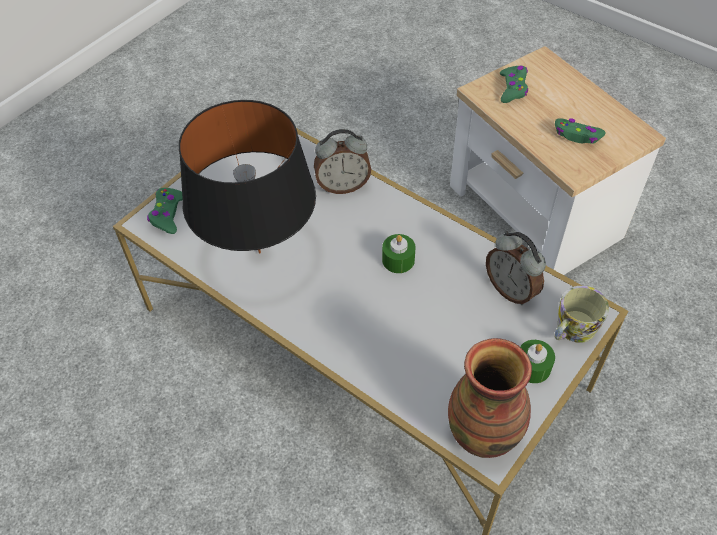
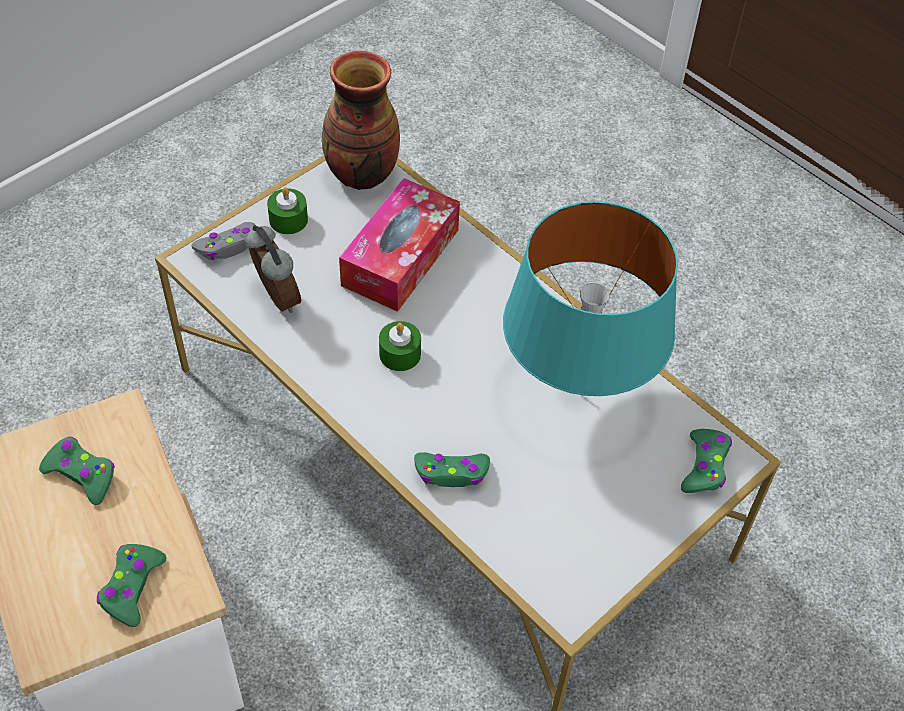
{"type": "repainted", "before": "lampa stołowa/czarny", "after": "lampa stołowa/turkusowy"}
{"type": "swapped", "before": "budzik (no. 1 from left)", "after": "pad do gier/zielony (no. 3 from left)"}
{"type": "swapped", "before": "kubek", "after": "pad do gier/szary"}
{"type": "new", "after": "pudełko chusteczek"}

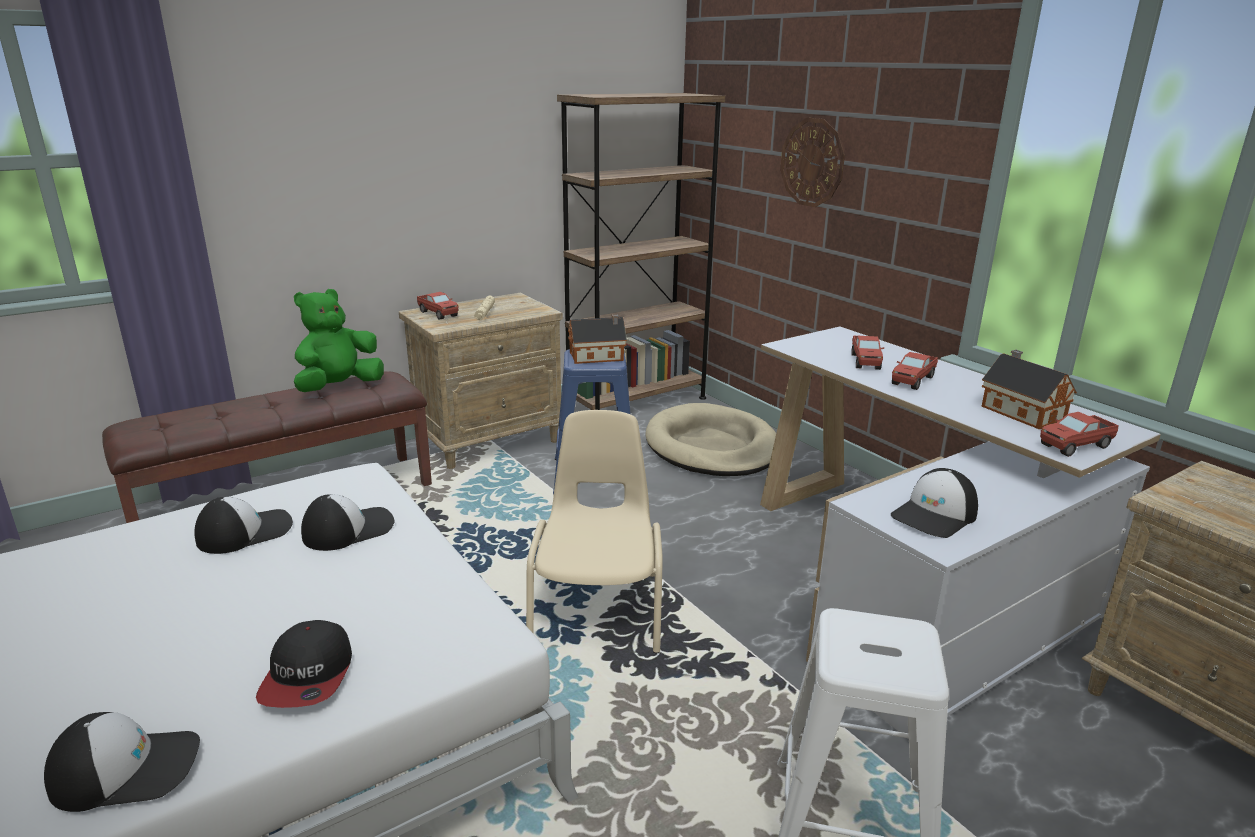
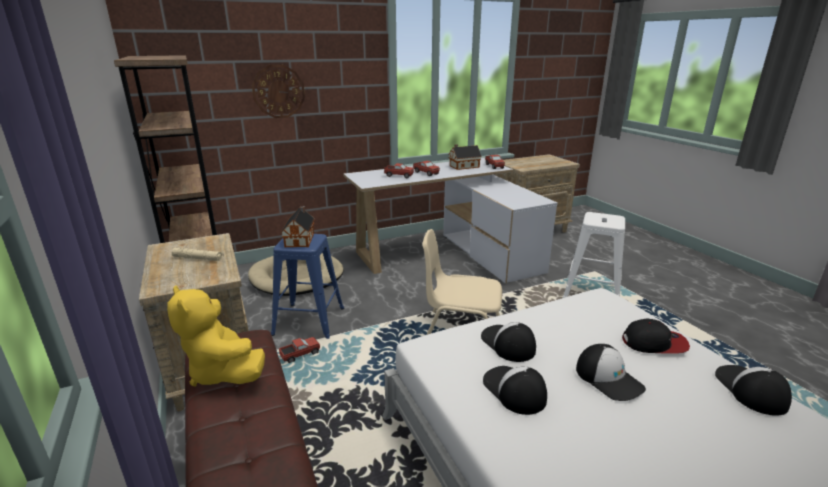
{"type": "repainted", "before": "pluszak/zielony", "after": "pluszak/żółty"}
{"type": "shifted", "before": "ciężarówka zabawkowa (no. 1 from left)"}
{"type": "shifted", "before": "czapka z daszkiem (no. 5 from left in the first image)", "after": "czapka z daszkiem (no. 3 from left)"}

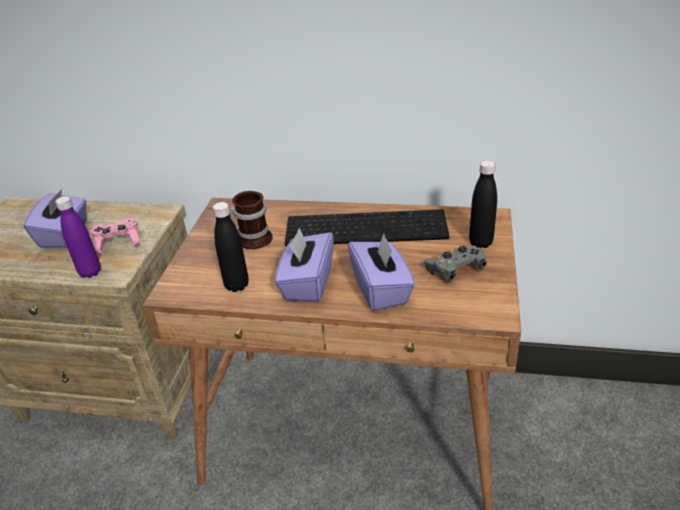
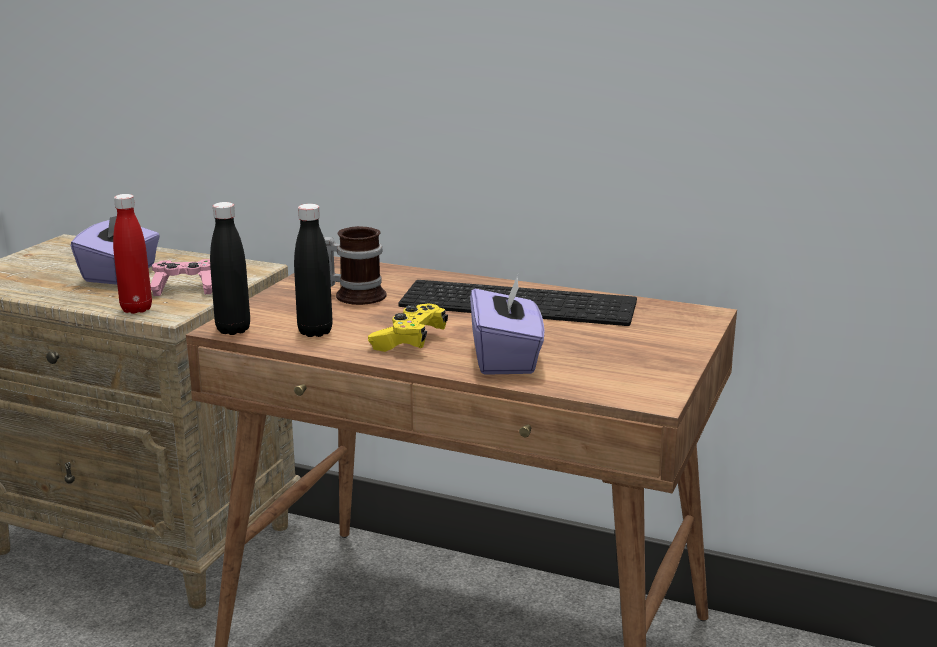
{"type": "shifted", "before": "butelka/czarny (no. 2 from left in the first image)", "after": "butelka/czarny (no. 1 from left)"}
{"type": "repainted", "before": "butelka/fioletowy", "after": "butelka/czerwony"}
{"type": "swapped", "before": "pudełko chusteczek/fioletowy (no. 2 from left)", "after": "pad do gier/żółty"}
{"type": "gone", "before": "pad do gier/szary"}

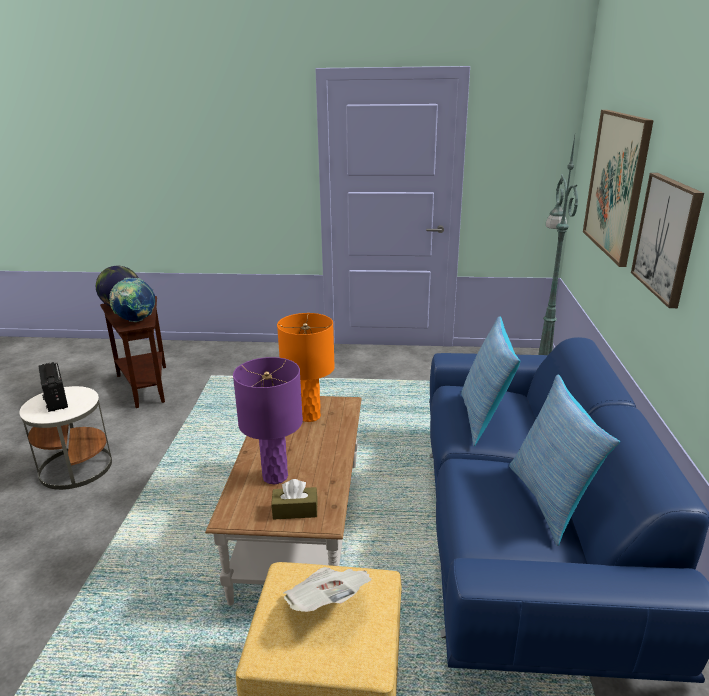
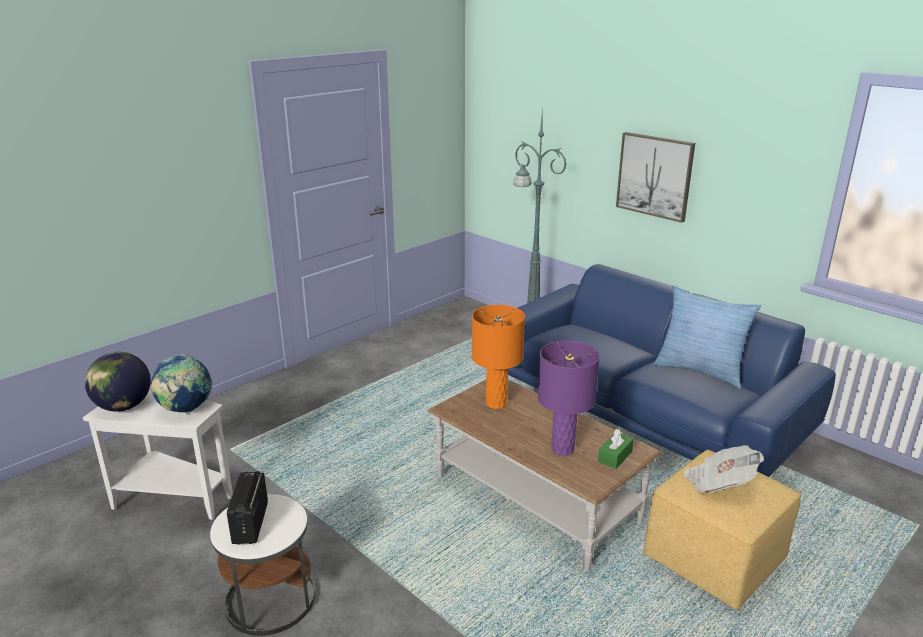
{"type": "gone", "before": "obraz (no. 1 from left)"}
{"type": "repainted", "before": "stolik/brązowy", "after": "stolik/biały (no. 1 from left)"}
{"type": "gone", "before": "poduszka (no. 1 from left)"}
{"type": "rotated", "before": "radio", "turn": 75}
{"type": "repainted", "before": "pudełko chusteczek/brązowy", "after": "pudełko chusteczek/zielony"}

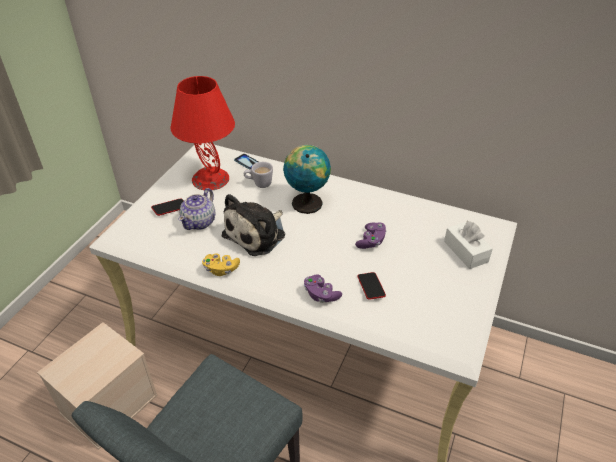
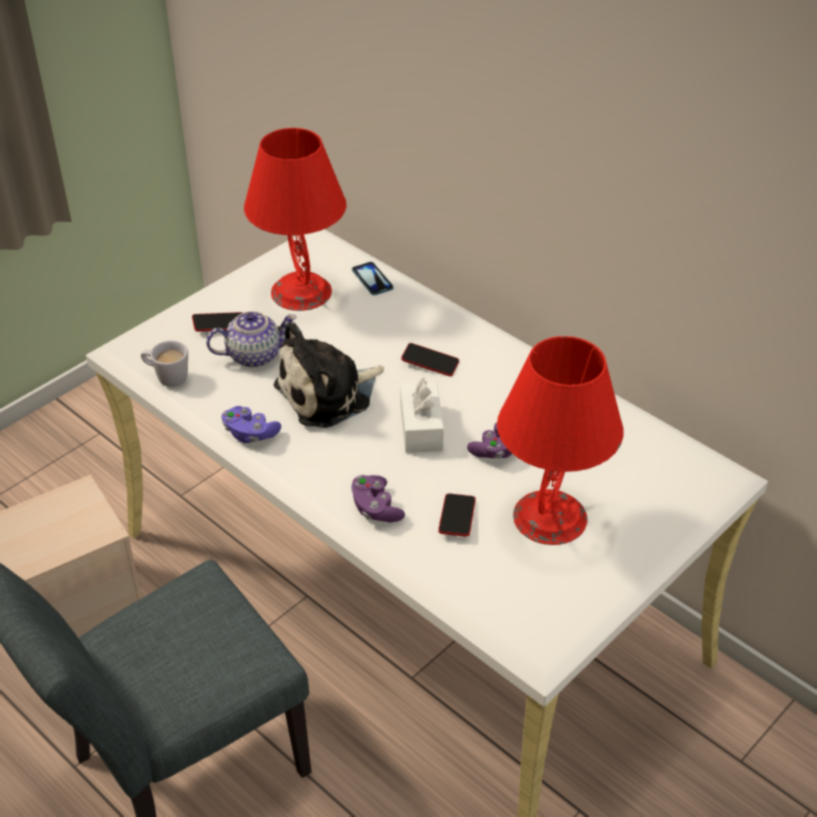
{"type": "swapped", "before": "globus", "after": "telefon (no. 3 from left)"}
{"type": "shifted", "before": "kubek/biały"}
{"type": "rotated", "before": "imbryk", "turn": -150}
{"type": "shifted", "before": "pudełko chusteczek/biały"}
{"type": "repainted", "before": "pad do gier/żółty", "after": "pad do gier/fioletowy (no. 1 from left)"}
{"type": "new", "after": "lampa stołowa/czerwony (no. 2 from left)"}

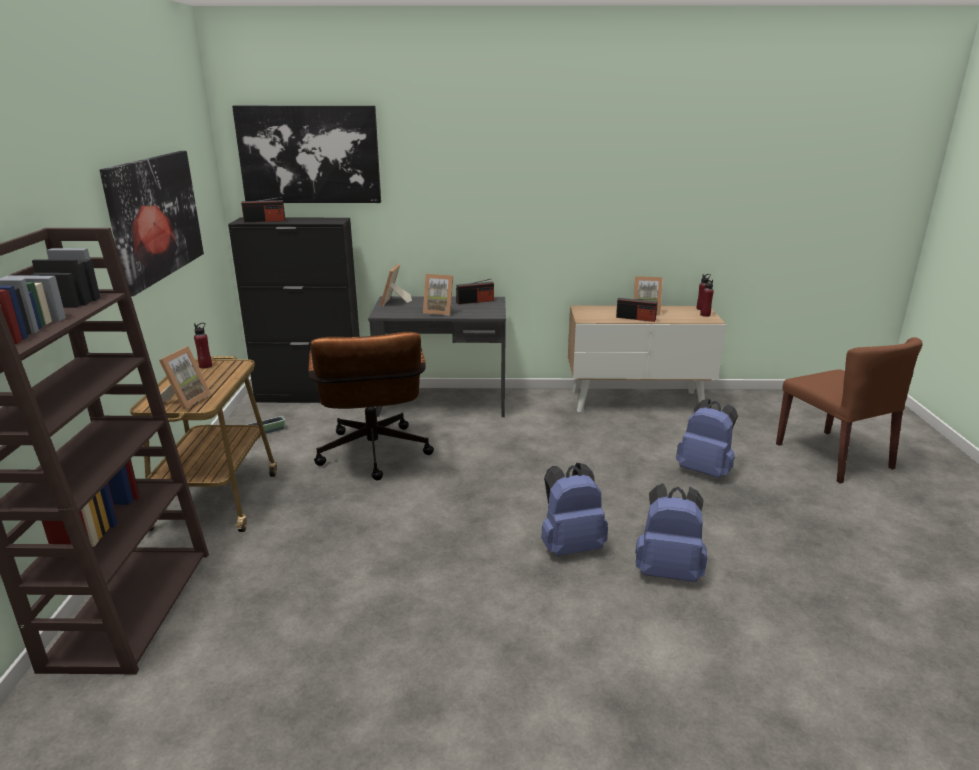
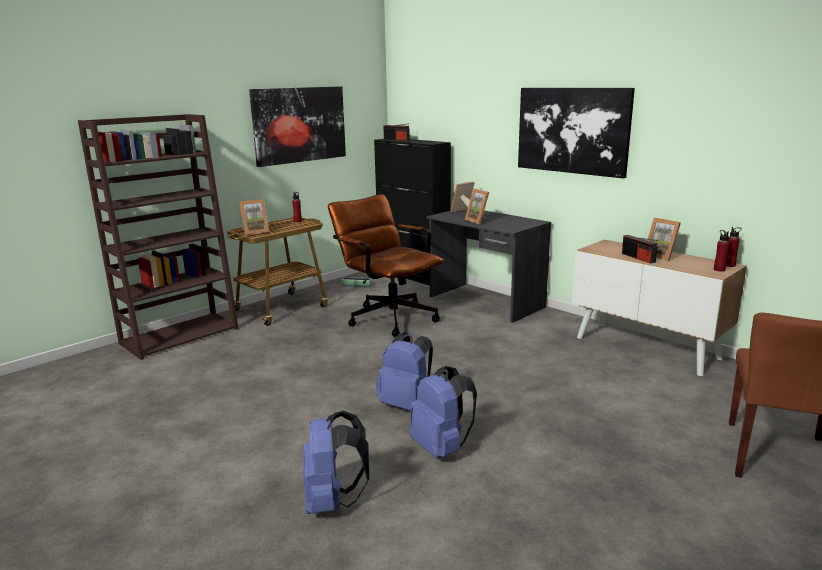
{"type": "shifted", "before": "obraz (no. 2 from left)"}
{"type": "gone", "before": "radio (no. 2 from left)"}
{"type": "rotated", "before": "krzesło biurowe/brązowy", "turn": 105}
{"type": "shifted", "before": "plecak/niebieski (no. 3 from left in the first image)", "after": "plecak/niebieski (no. 1 from left)"}

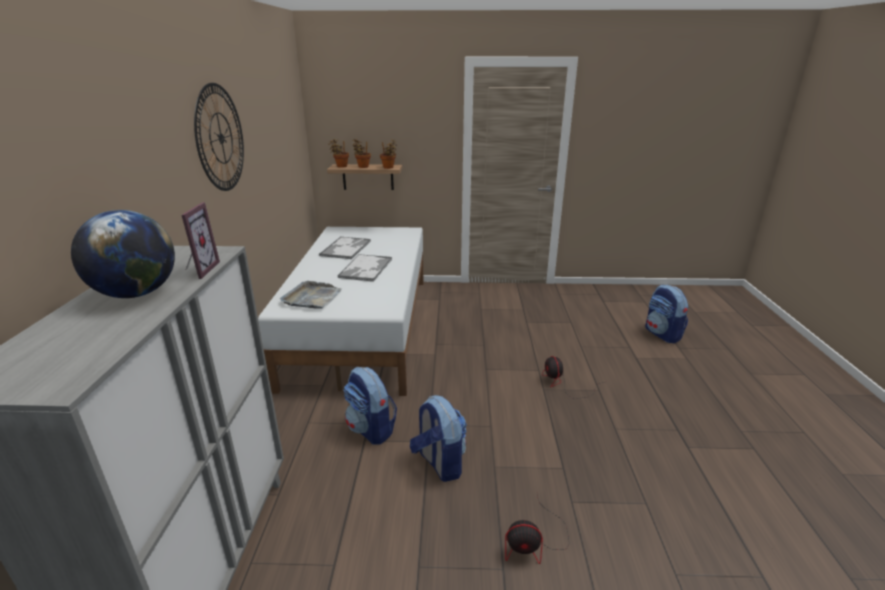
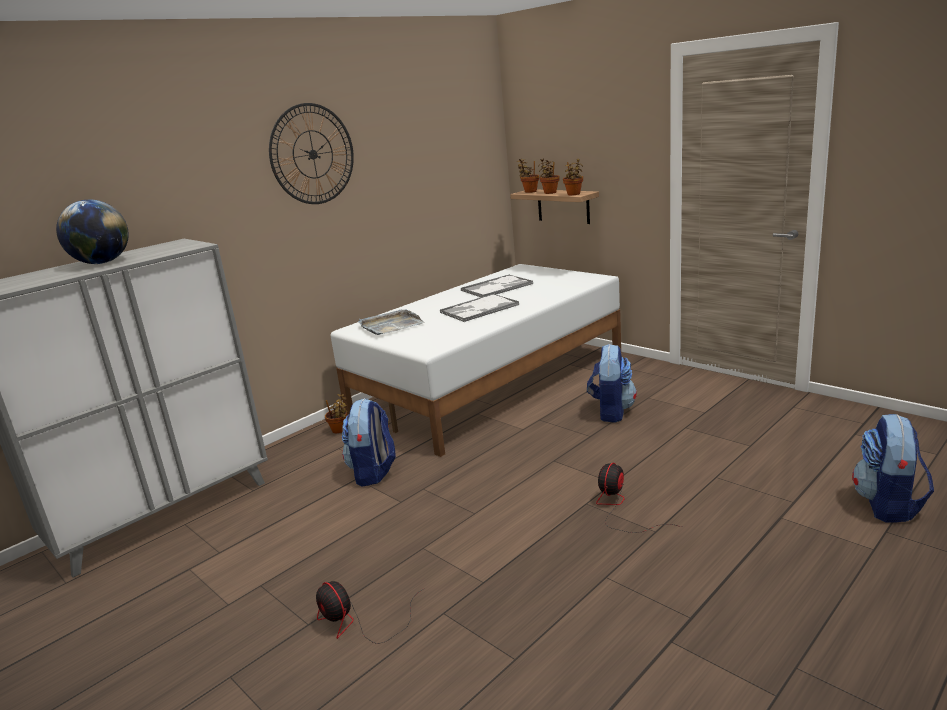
{"type": "gone", "before": "ramka na zdjęcie"}
{"type": "shifted", "before": "plecak (no. 2 from left)"}
{"type": "new", "after": "roślina doniczkowa (no. 1 from left)"}

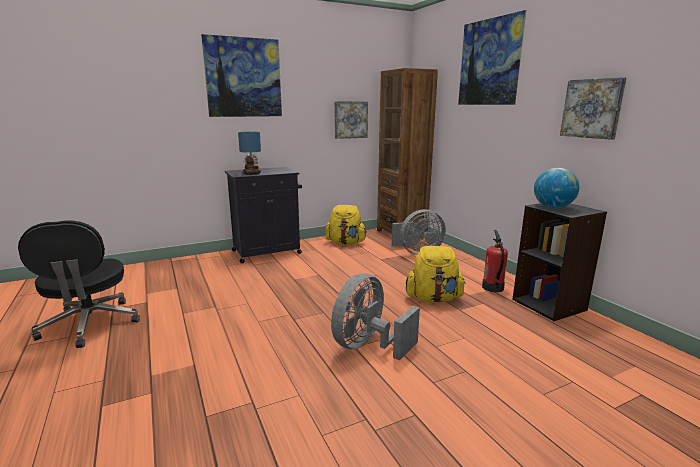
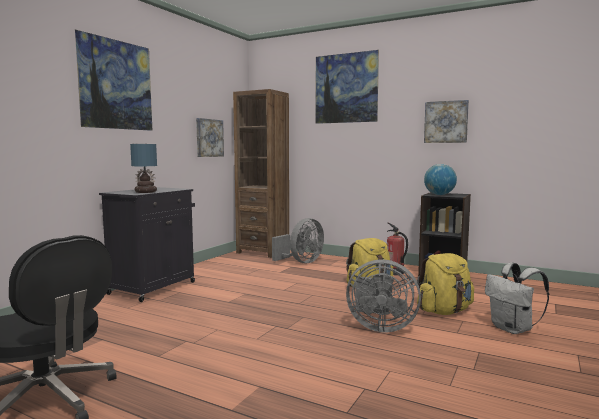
{"type": "shifted", "before": "plecak/żółty (no. 1 from left in the first image)", "after": "plecak/żółty (no. 2 from left)"}
{"type": "rotated", "before": "wentylator/szary (no. 1 from left in the first image)", "turn": -75}
{"type": "new", "after": "plecak/biały"}

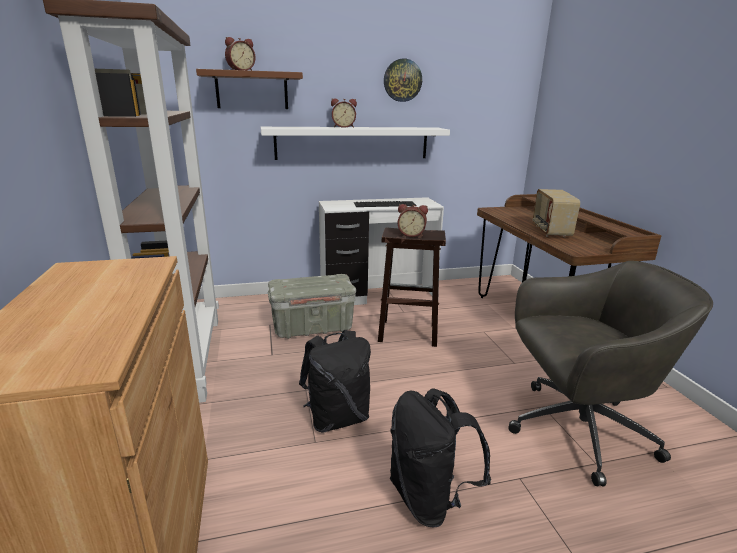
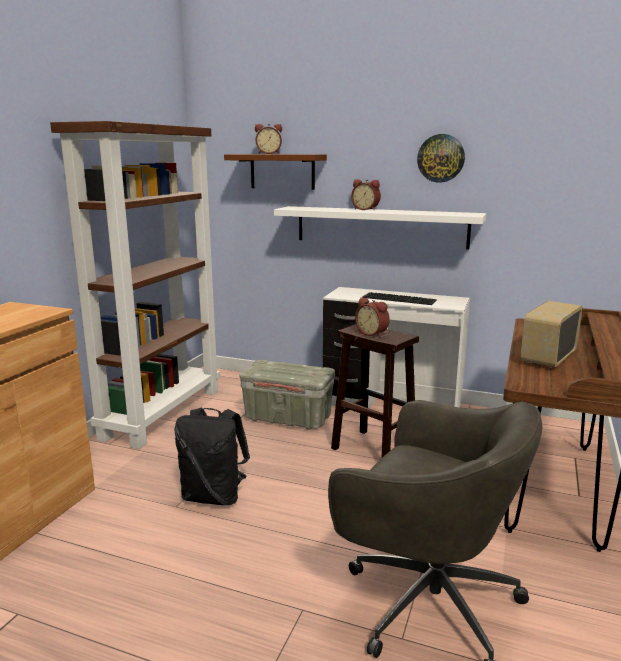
{"type": "gone", "before": "plecak/czarny (no. 2 from left)"}

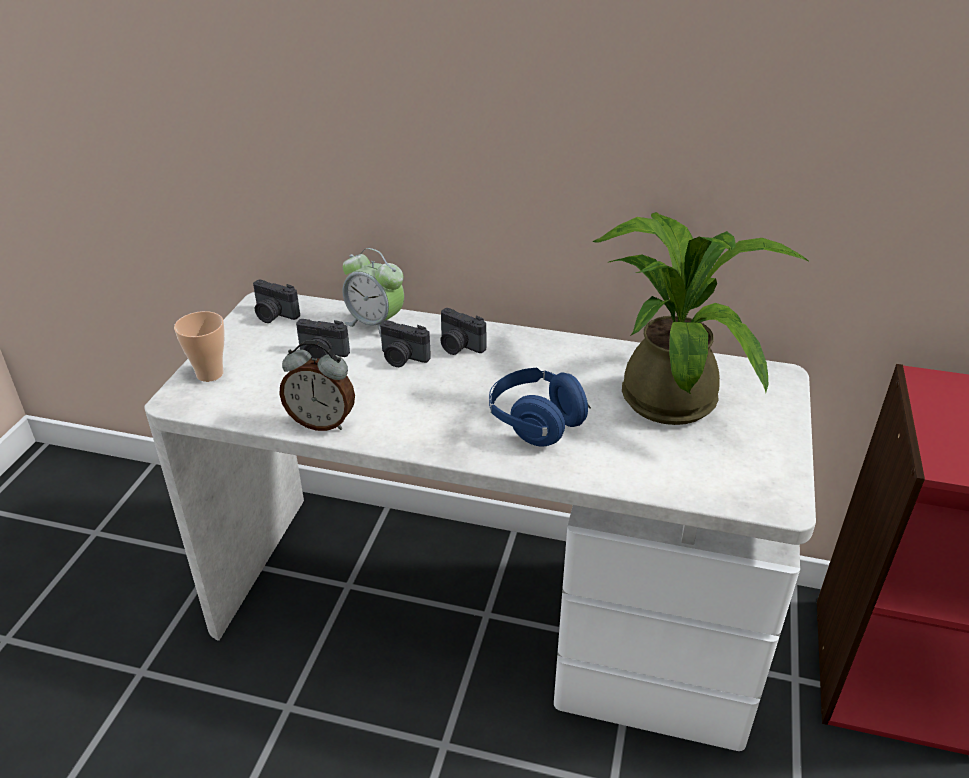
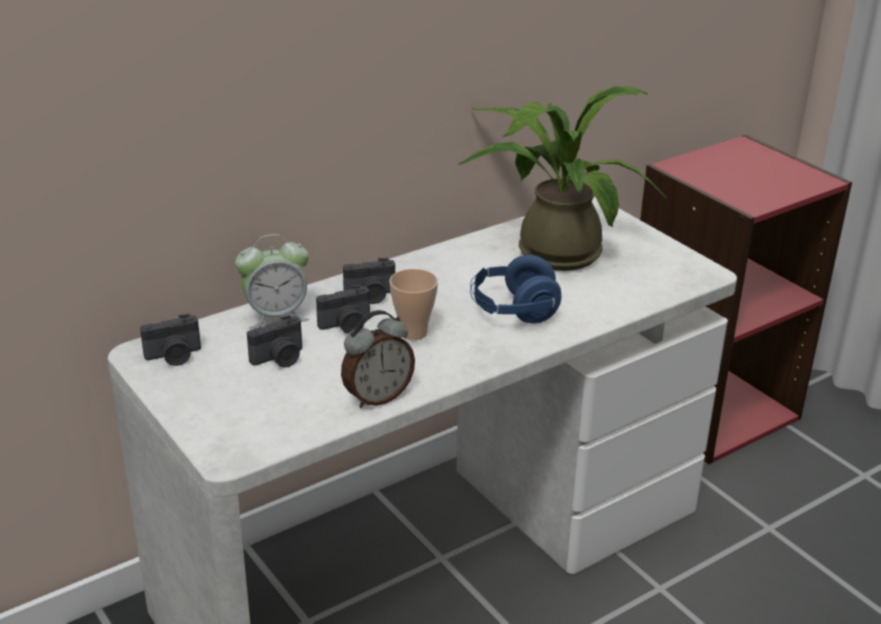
{"type": "shifted", "before": "filiżanka"}

